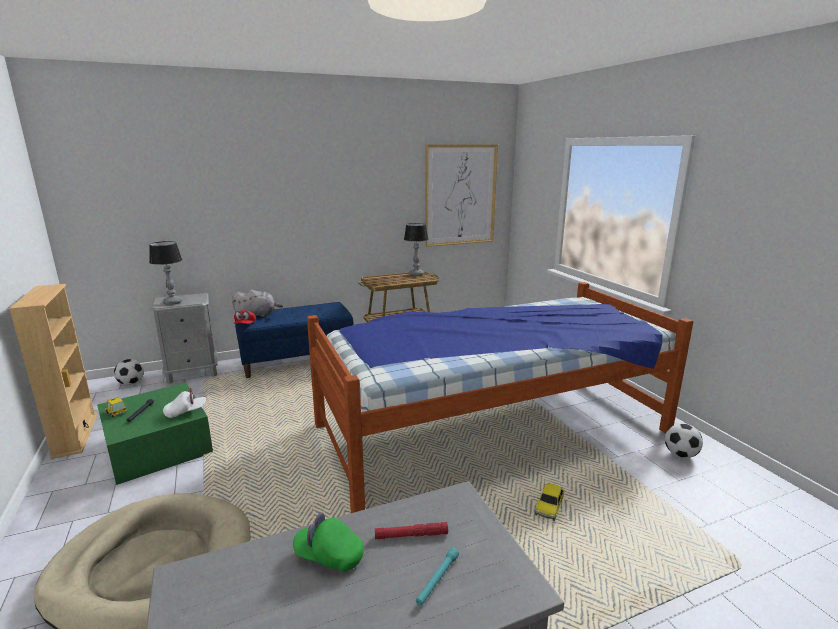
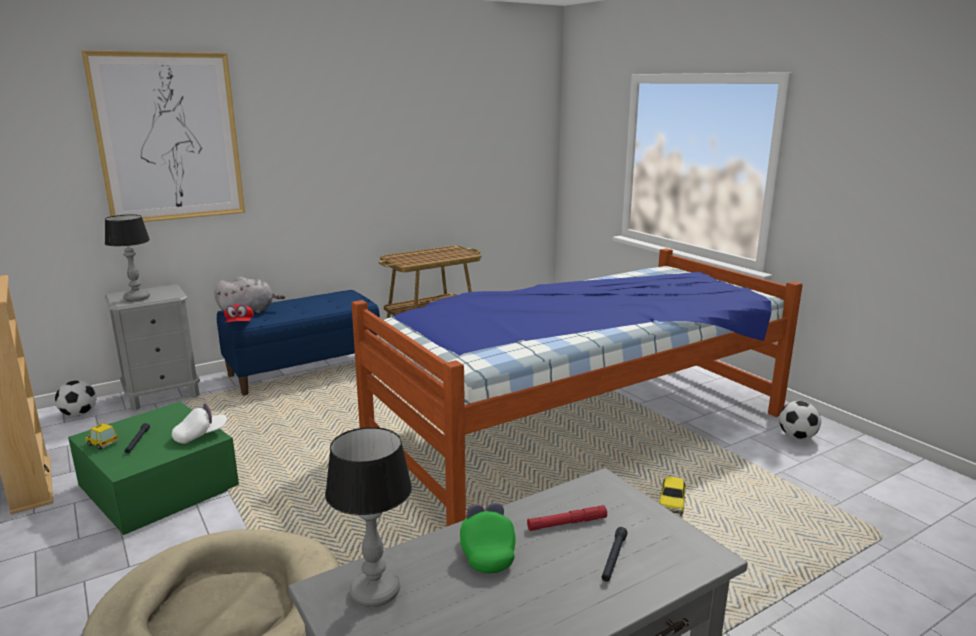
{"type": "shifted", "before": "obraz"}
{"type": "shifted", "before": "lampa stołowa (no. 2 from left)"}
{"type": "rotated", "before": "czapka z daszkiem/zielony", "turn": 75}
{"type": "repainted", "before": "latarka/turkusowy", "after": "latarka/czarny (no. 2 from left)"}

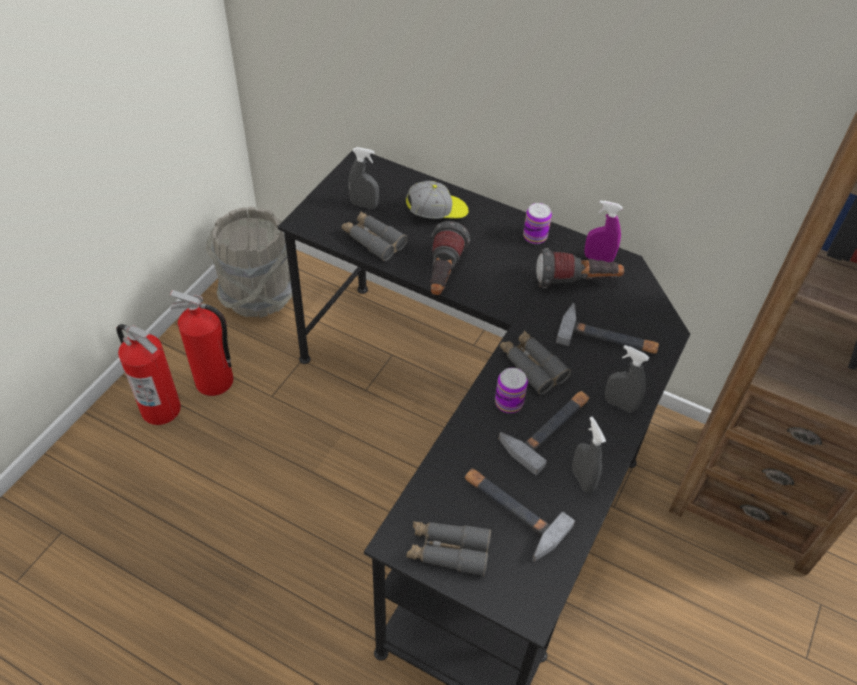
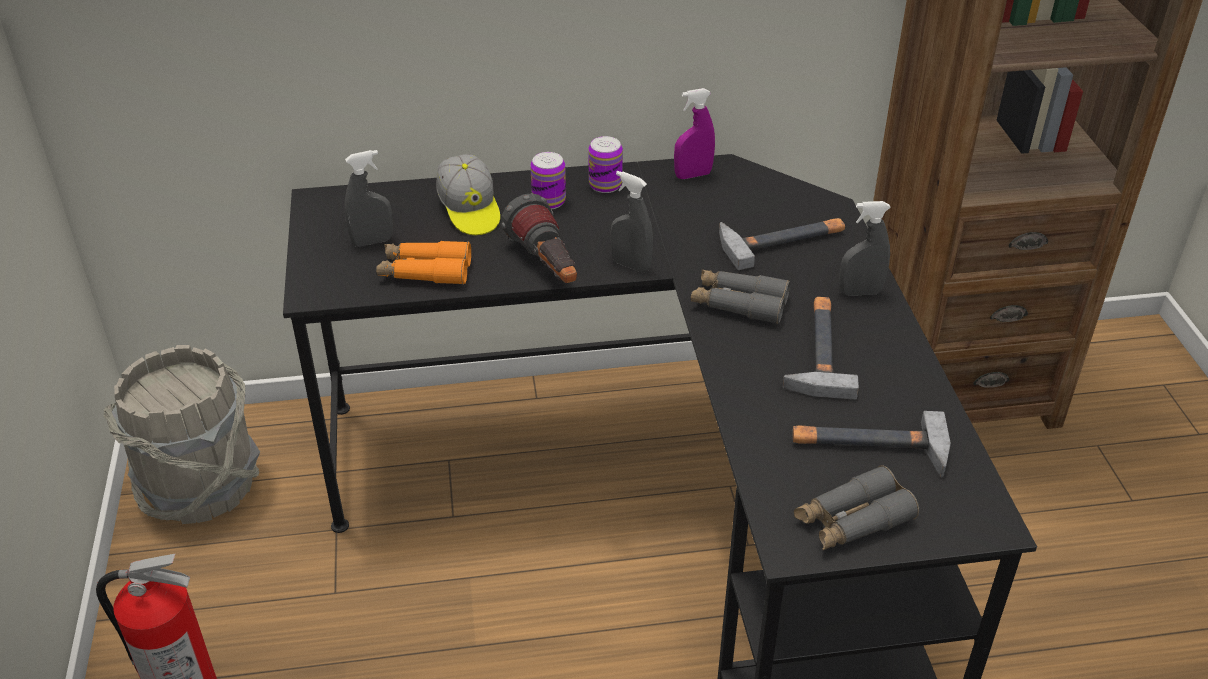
{"type": "rotated", "before": "czapka z daszkiem", "turn": 120}
{"type": "repainted", "before": "lornetka/szary (no. 1 from left)", "after": "lornetka/pomarańczowy"}
{"type": "gone", "before": "latarka (no. 2 from left)"}
{"type": "gone", "before": "gaśnica (no. 2 from left)"}
{"type": "shifted", "before": "puszka (no. 1 from left)"}
{"type": "shifted", "before": "spryskiwacz/szary (no. 2 from left)"}

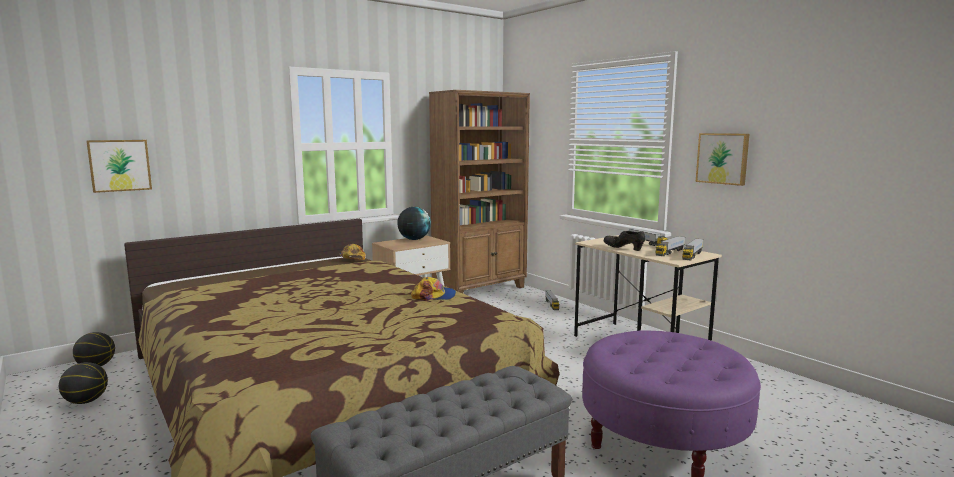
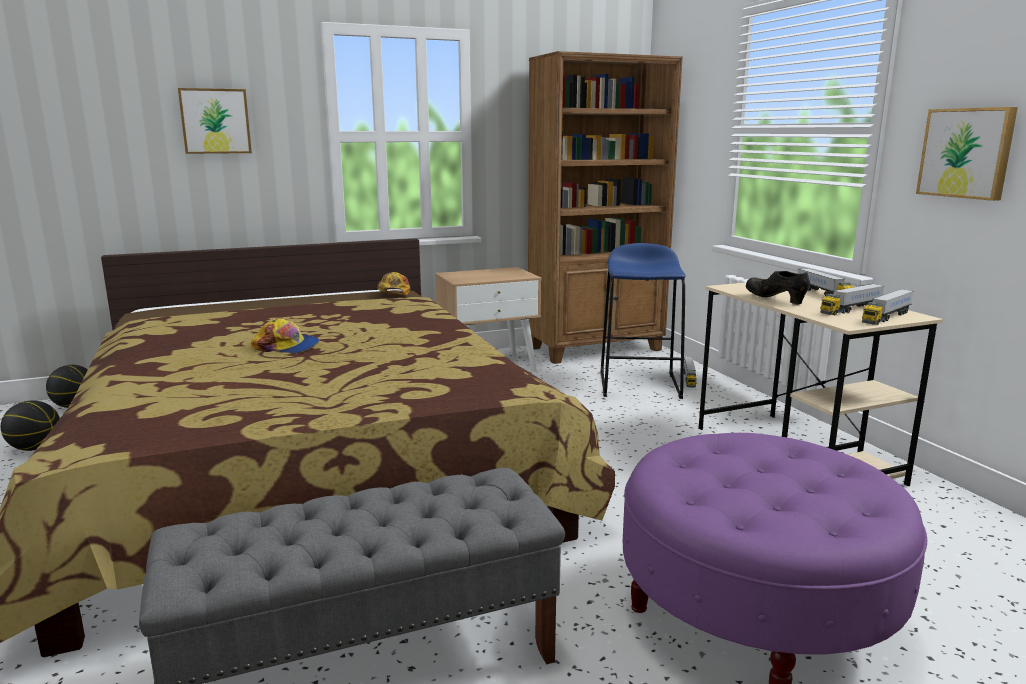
{"type": "shifted", "before": "obraz (no. 1 from left)"}
{"type": "gone", "before": "globus"}
{"type": "shifted", "before": "czapka z daszkiem (no. 2 from left in the first image)", "after": "czapka z daszkiem (no. 1 from left)"}
{"type": "new", "after": "stołek/niebieski"}

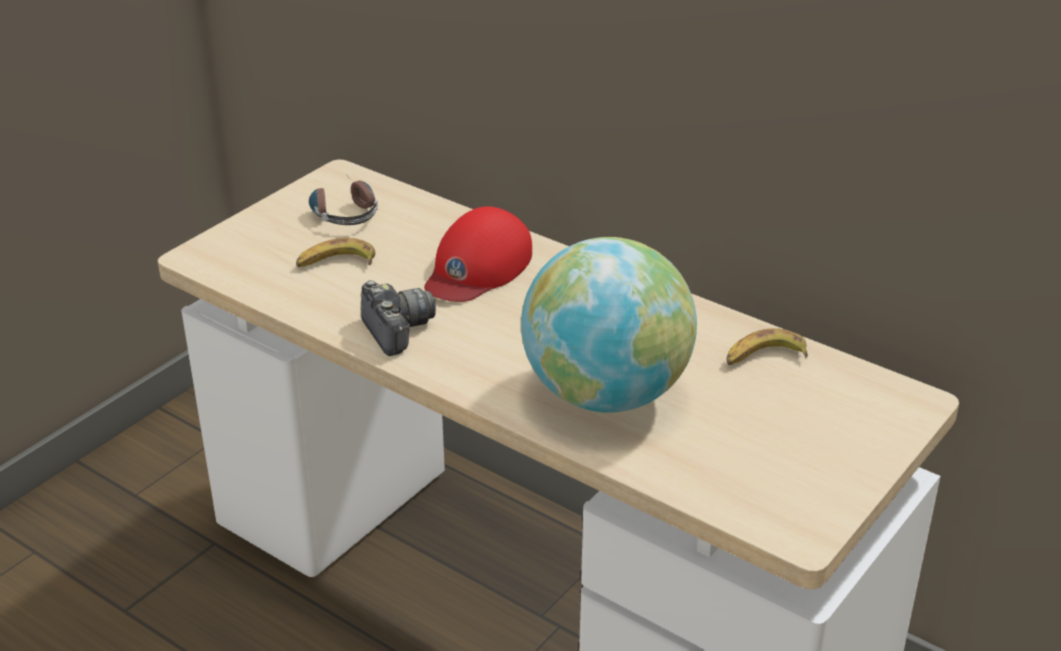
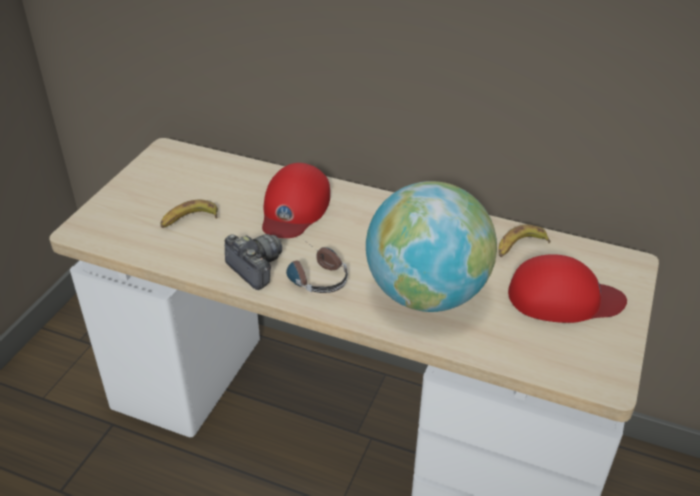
{"type": "shifted", "before": "słuchawki"}
{"type": "new", "after": "czapka z daszkiem/czerwony (no. 2 from left)"}

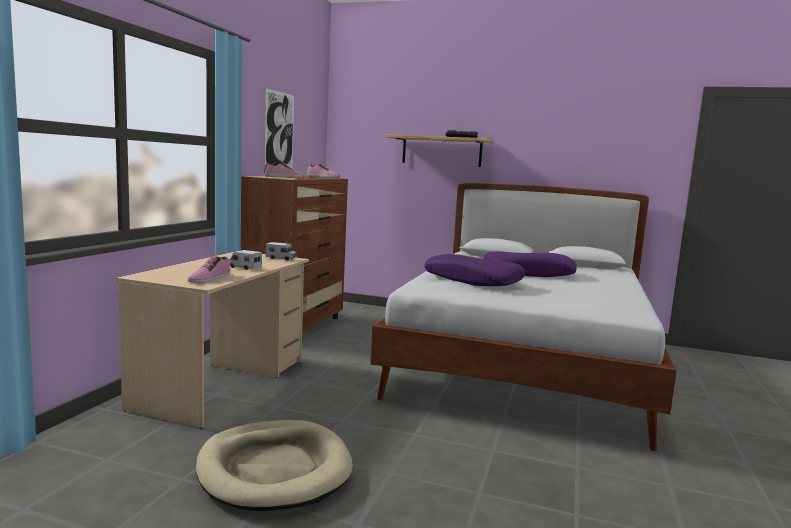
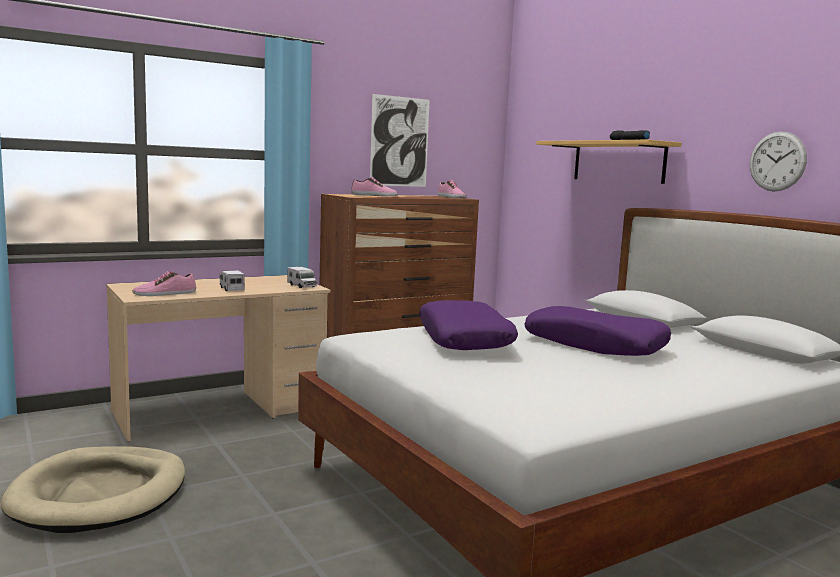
{"type": "new", "after": "zegar ścienny"}

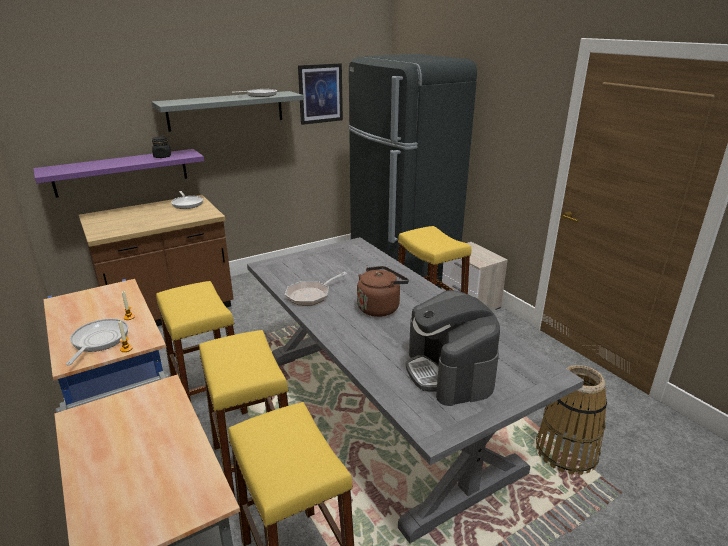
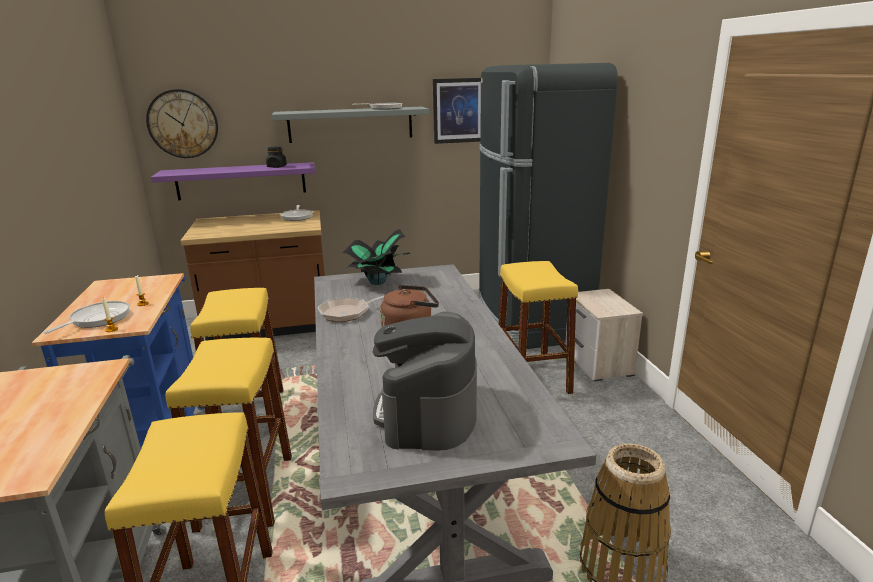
{"type": "new", "after": "zegar ścienny"}
{"type": "new", "after": "roślina doniczkowa"}

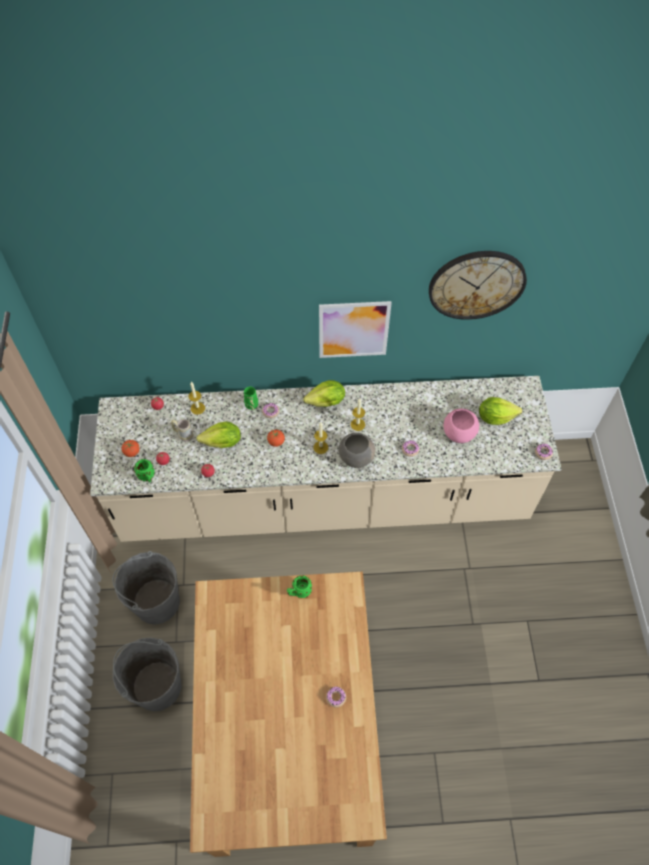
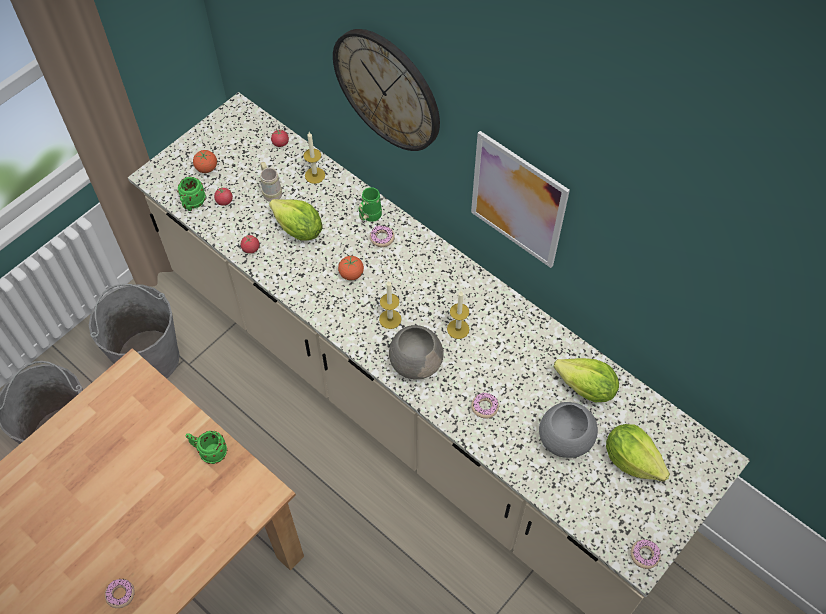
{"type": "shifted", "before": "zegar ścienny"}
{"type": "shifted", "before": "sałata (no. 2 from left)"}
{"type": "repainted", "before": "miska/różowy", "after": "miska/szary (no. 2 from left)"}

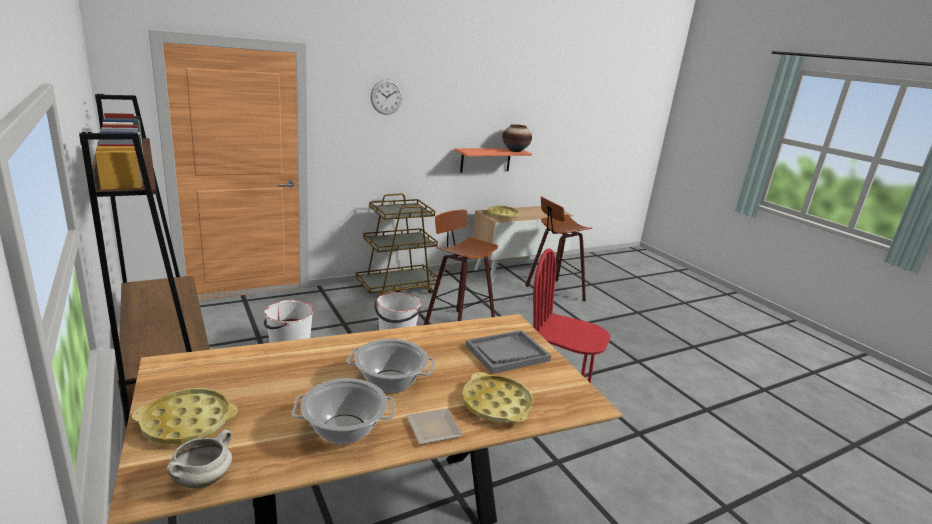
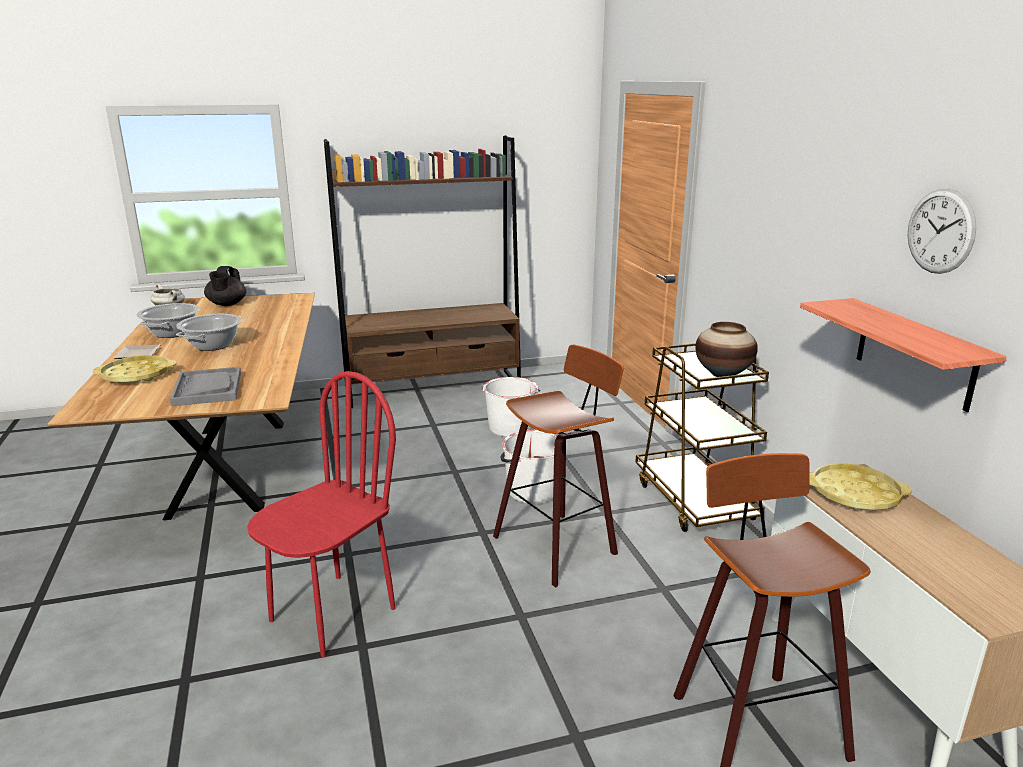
{"type": "shifted", "before": "zegar ścienny"}
{"type": "shifted", "before": "wazon"}
{"type": "swapped", "before": "taca/żółty (no. 1 from left)", "after": "imbryk/czarny"}

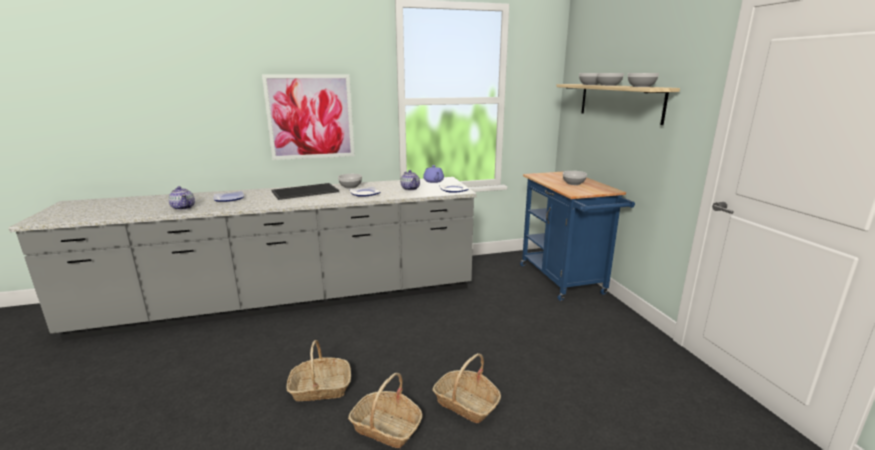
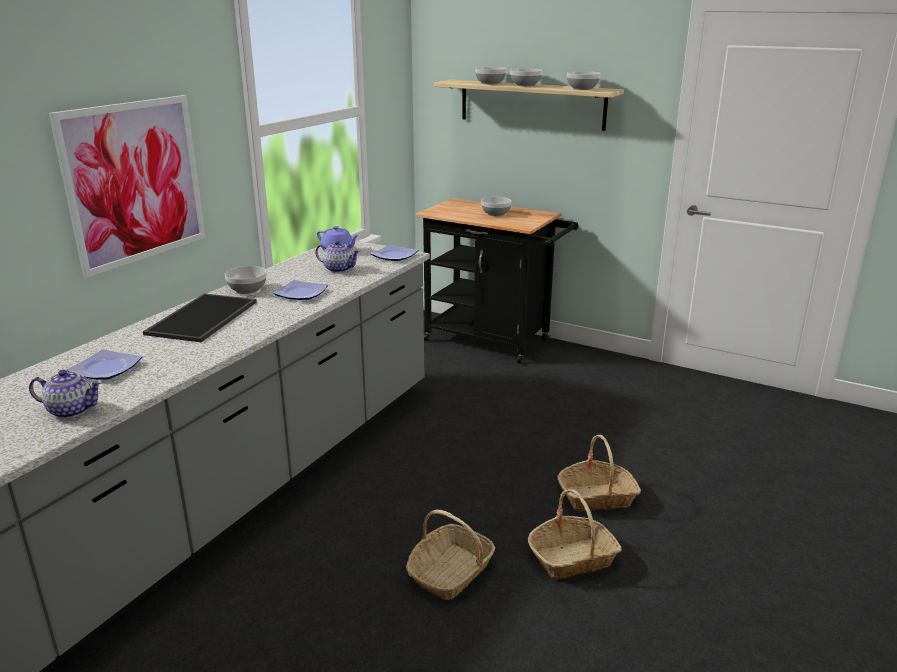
{"type": "repainted", "before": "wózek/niebieski", "after": "wózek/czarny"}

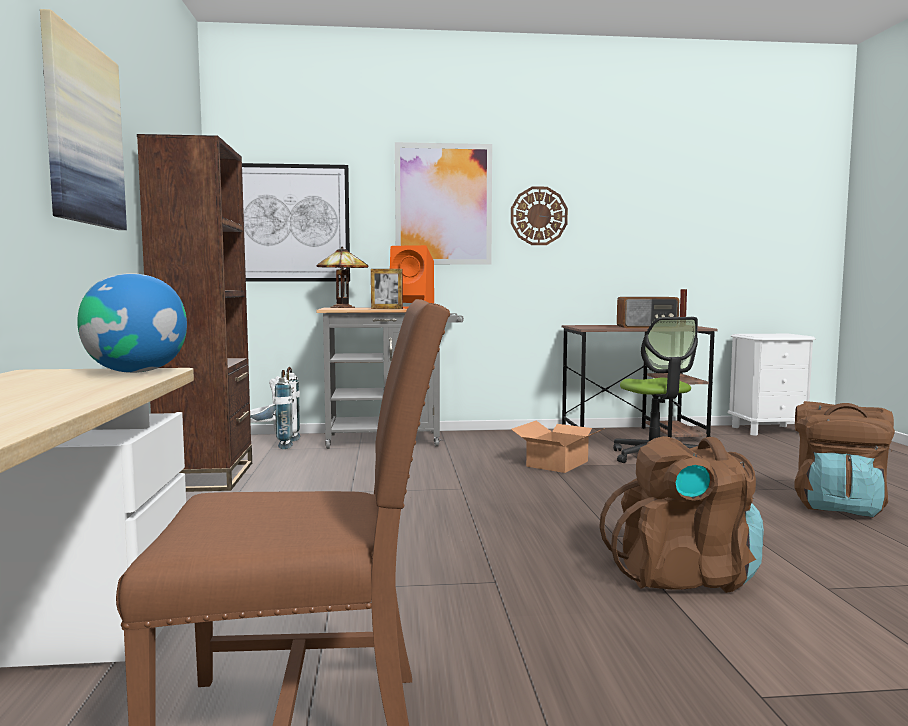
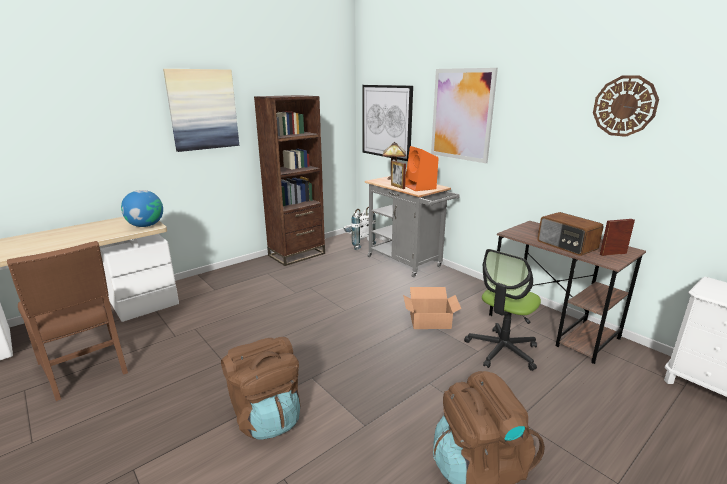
{"type": "shifted", "before": "zegar ścienny"}

